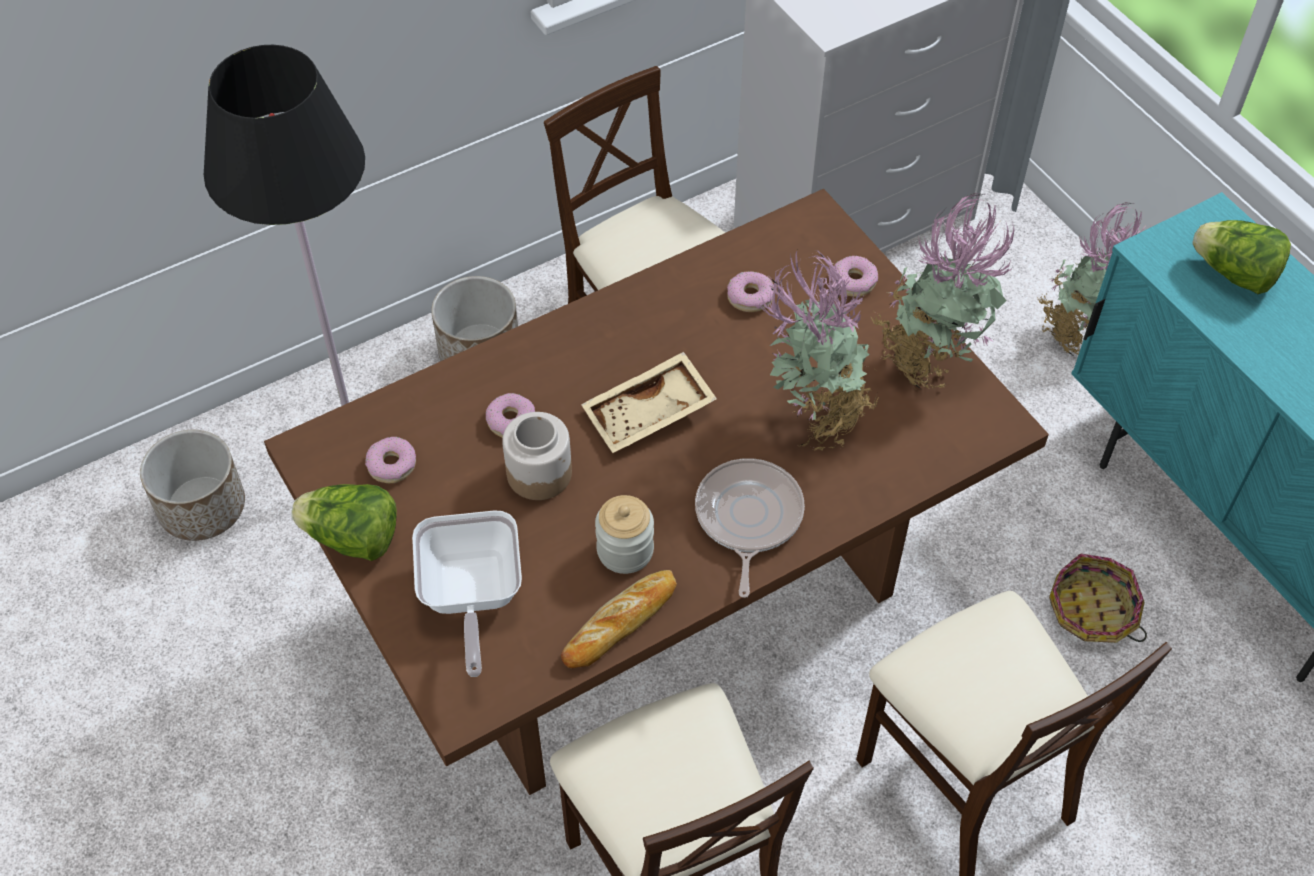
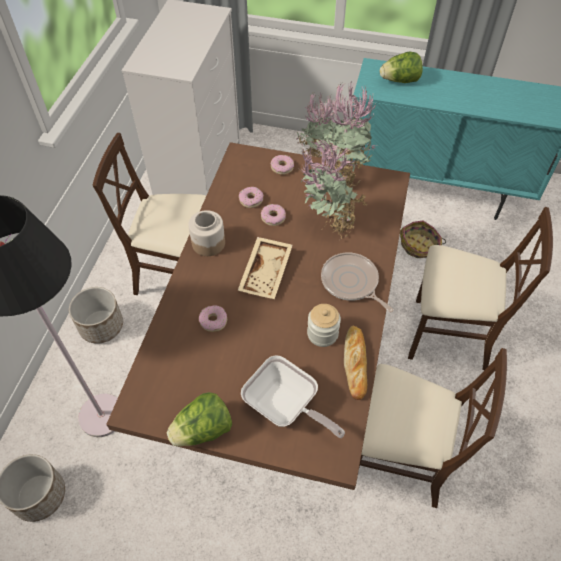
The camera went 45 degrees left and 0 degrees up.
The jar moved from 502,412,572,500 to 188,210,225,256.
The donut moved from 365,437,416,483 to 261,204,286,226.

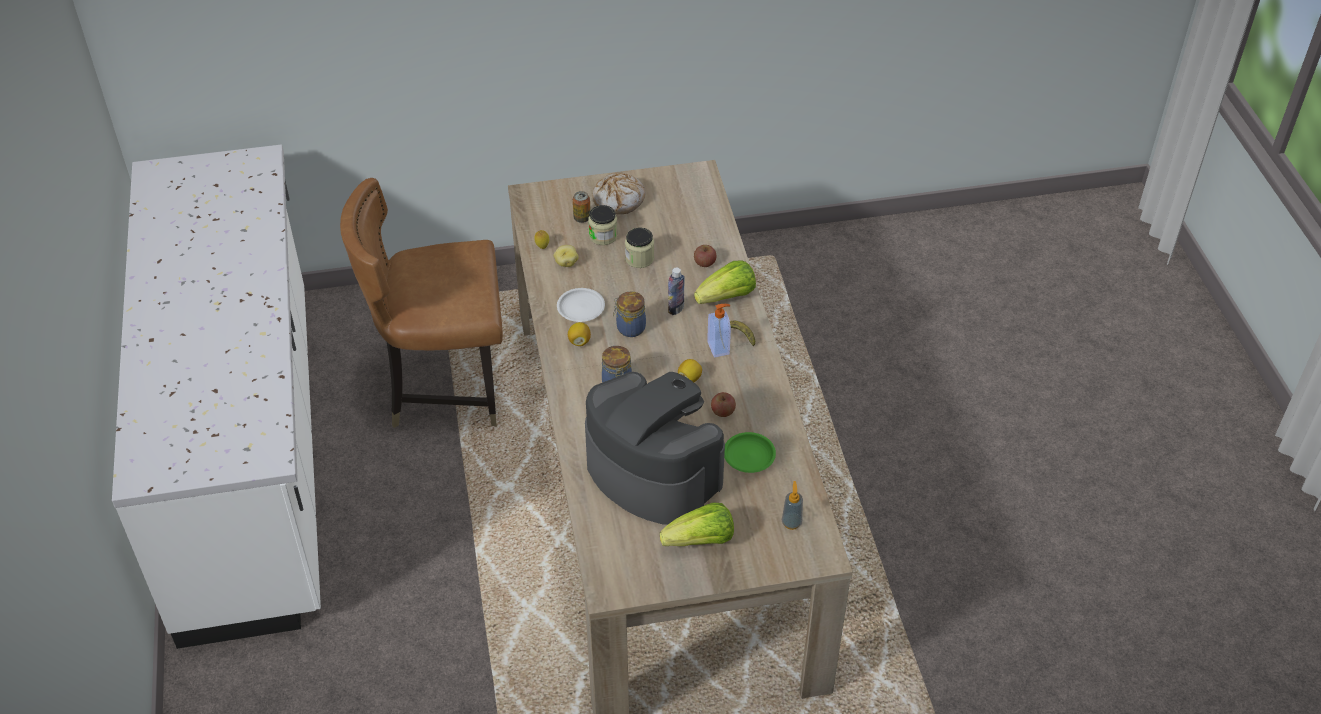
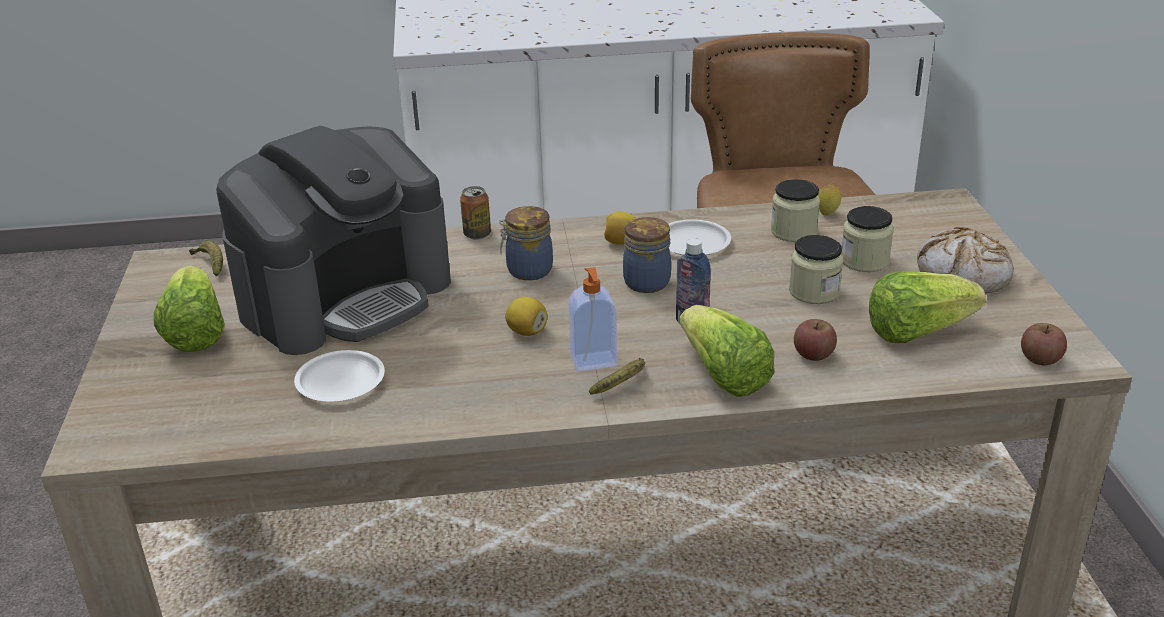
The camera went 95 degrees right and 15 degrees down.
The banana at 189,241,223,277 appeared.
The plate/green at 724,432,776,473 became the plate/white at 294,350,385,402.
The can moved from 573,191,591,223 to 460,186,491,239.
The potato at 553,245,579,267 was replaced by the jar at 771,179,820,242.
The lettuce at 869,271,986,343 appeared.
The apple moved from 711,392,736,417 to 1021,323,1067,365.
The soap dispenser at 782,481,803,530 disappeared.

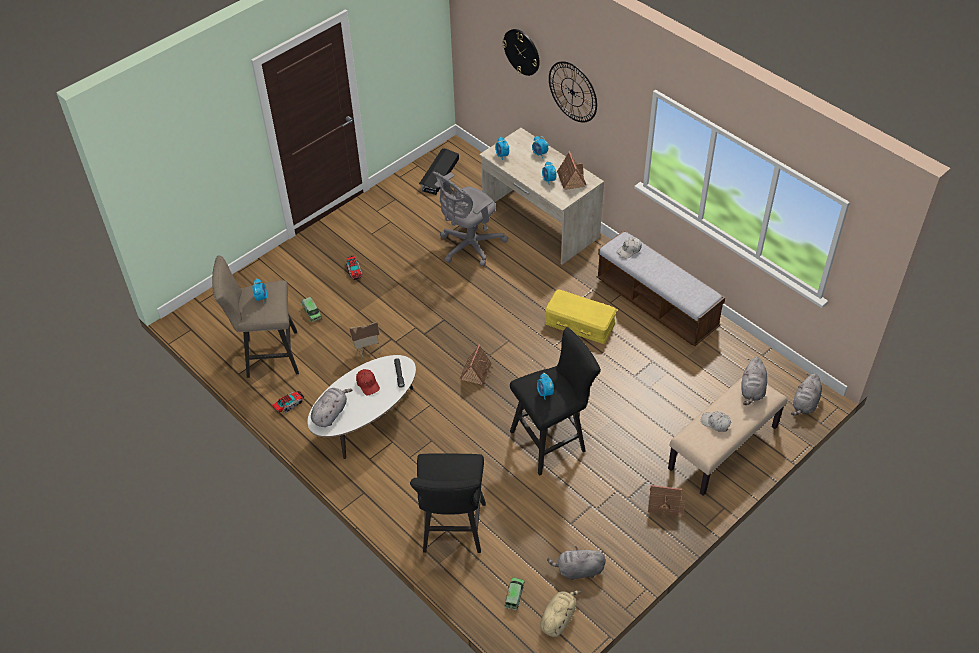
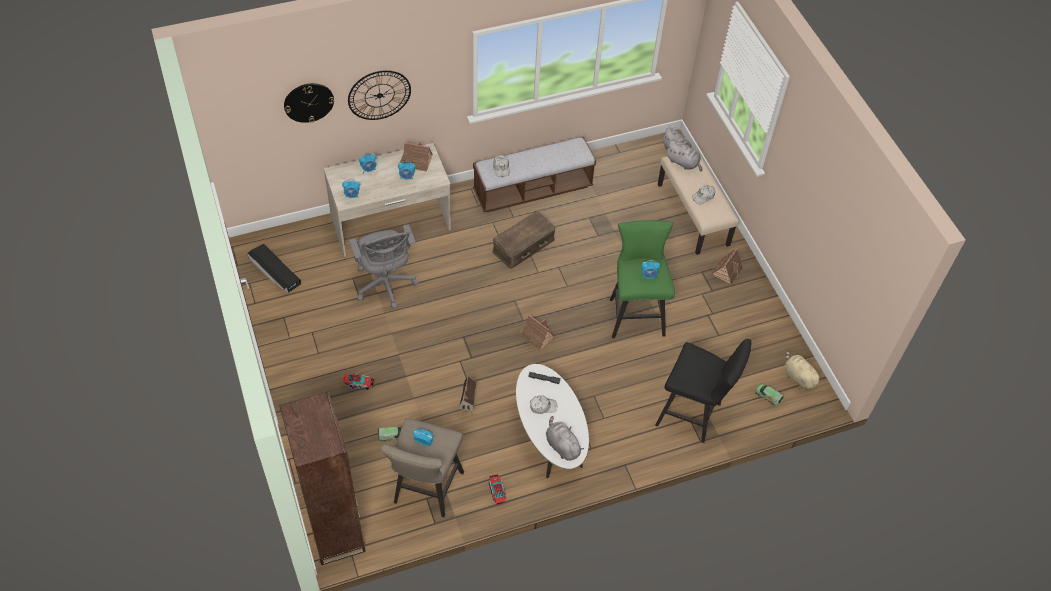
The camera went 70 degrees left and 5 degrees up.
The bookcase/brown at 279,391,366,565 appeared.
The storage box/yellow at 545,290,617,344 became the storage box/brown at 493,212,556,269.
The cap/red at 356,369,380,395 became the cap/white at 530,395,557,414.
The stool/black at 510,327,601,476 became the stool/green at 610,220,675,338.
The plush toy/grey at 547,546,606,580 disappeared.

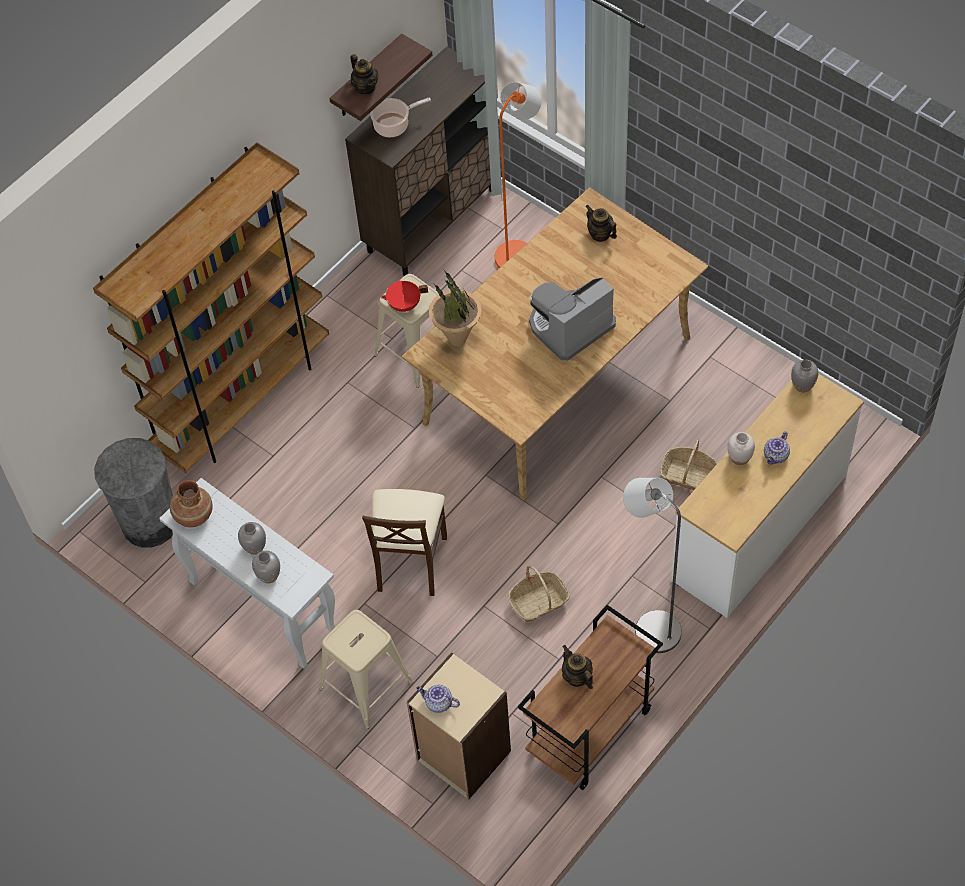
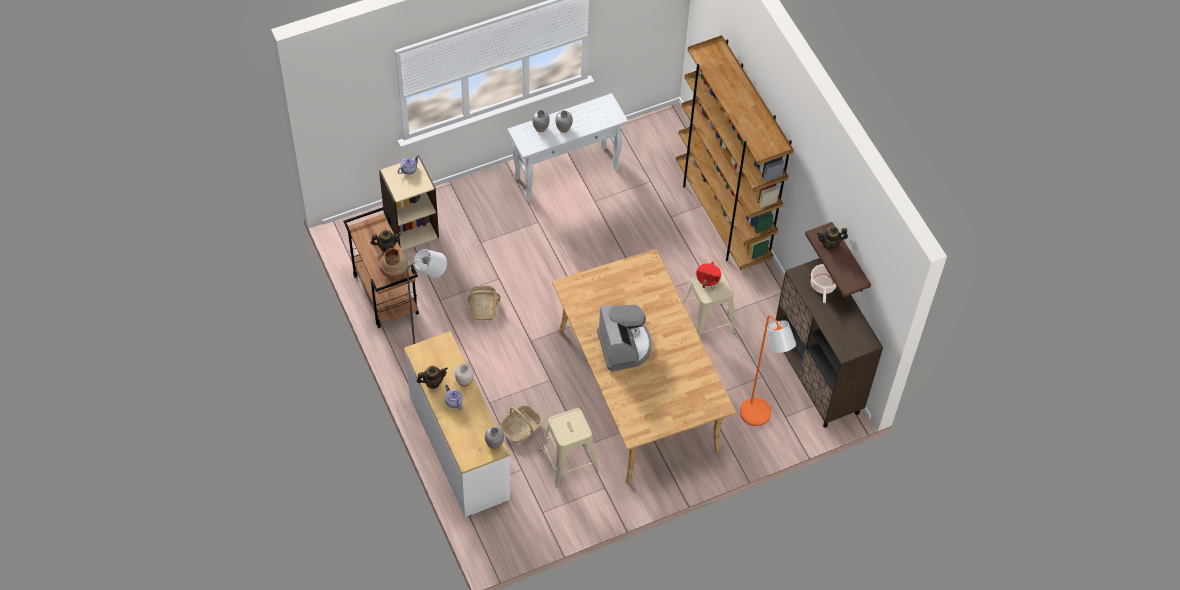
The camera went 110 degrees right and 0 degrees up.
The vase/brown moved from 170,480,213,527 to 379,248,408,279.
The teapot moved from 586,205,617,242 to 417,366,448,389.
The stool/beige moved from 319,610,413,729 to 539,408,599,487.
The trash can/grey at 94,438,173,547 disappeared.
The chair/beige at 362,489,447,596 disappeared.
The potted plant at 429,270,482,346 disappeared.

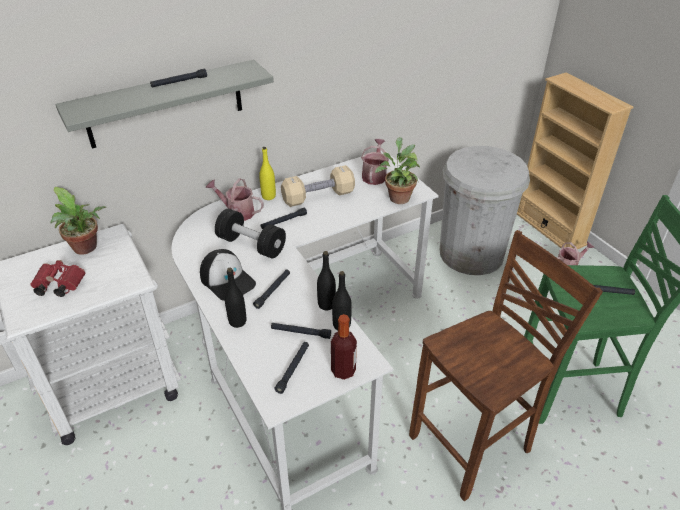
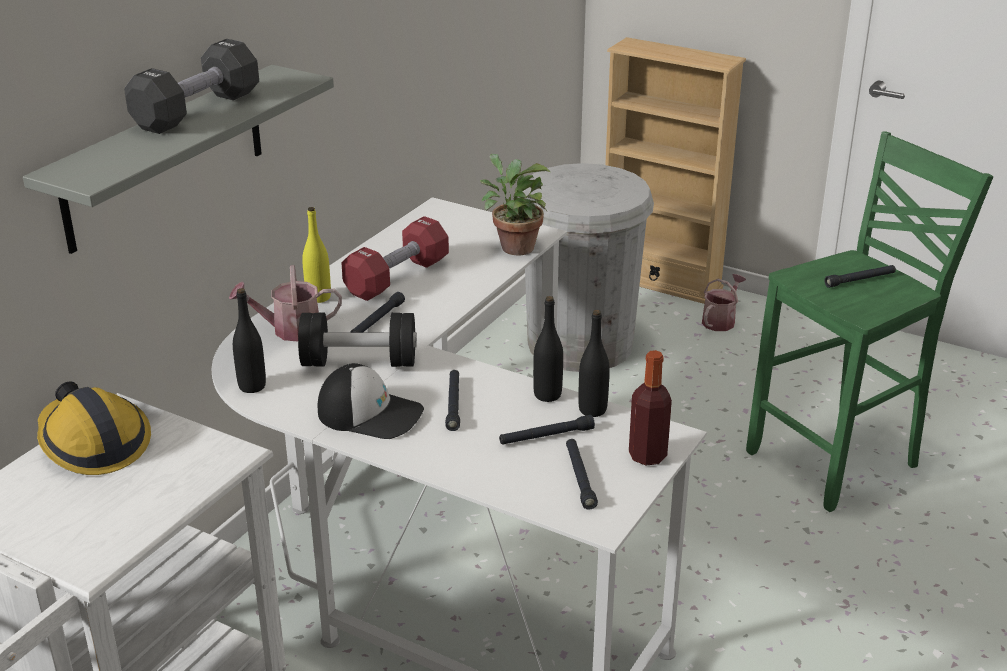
The camera went 30 degrees left and 10 degrees down.
The potted plant at 50,187,106,255 was replaced by the hard hat at 37,381,151,475.
The flashlight/black at 150,69,207,88 was replaced by the dumbbell/black at 124,39,259,134.
The bottle/black moved from 225,268,246,328 to 233,288,266,393.
The dumbbell/beige at 281,165,355,207 became the dumbbell/red at 341,216,449,301.
The binoculars/red at 30,260,85,297 disappeared.
The watering can at 361,139,389,185 disappeared.
The stool/brown at 409,230,603,501 disappeared.

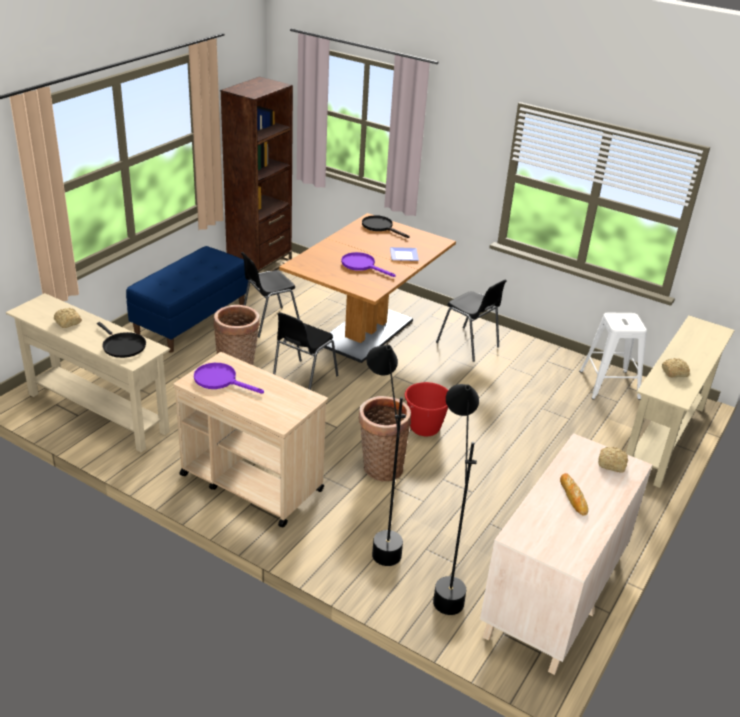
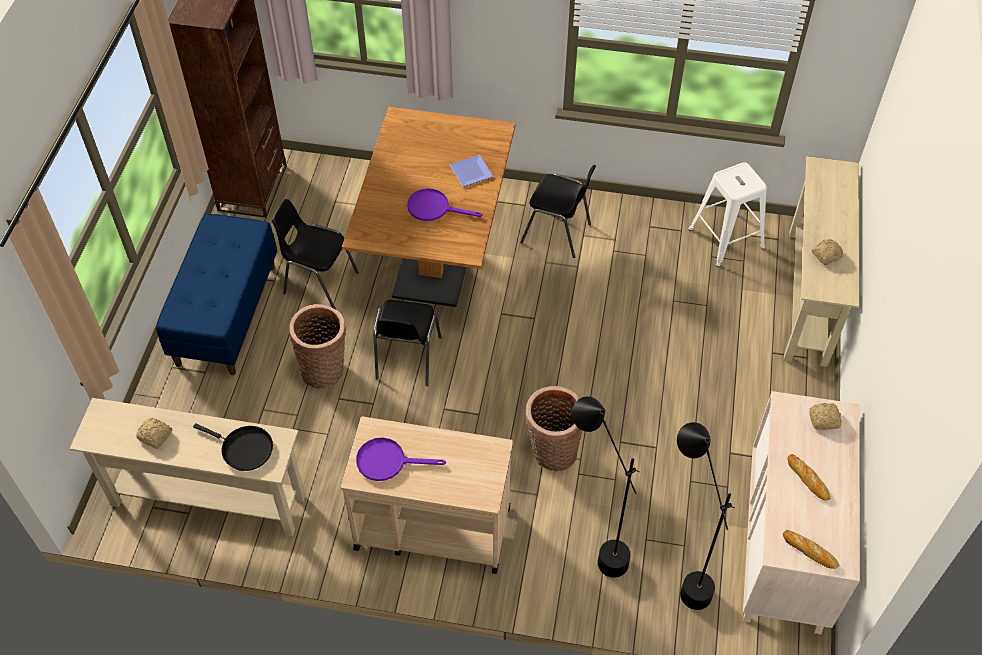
The camera went 20 degrees left and 20 degrees up.
The chair/black at 241,252,300,338 turned 75 degrees clockwise.
The bread at 783,530,839,569 appeared.
The frying pan/black at 362,215,409,238 disappeared.
The bucket/red at 405,382,448,436 disappeared.

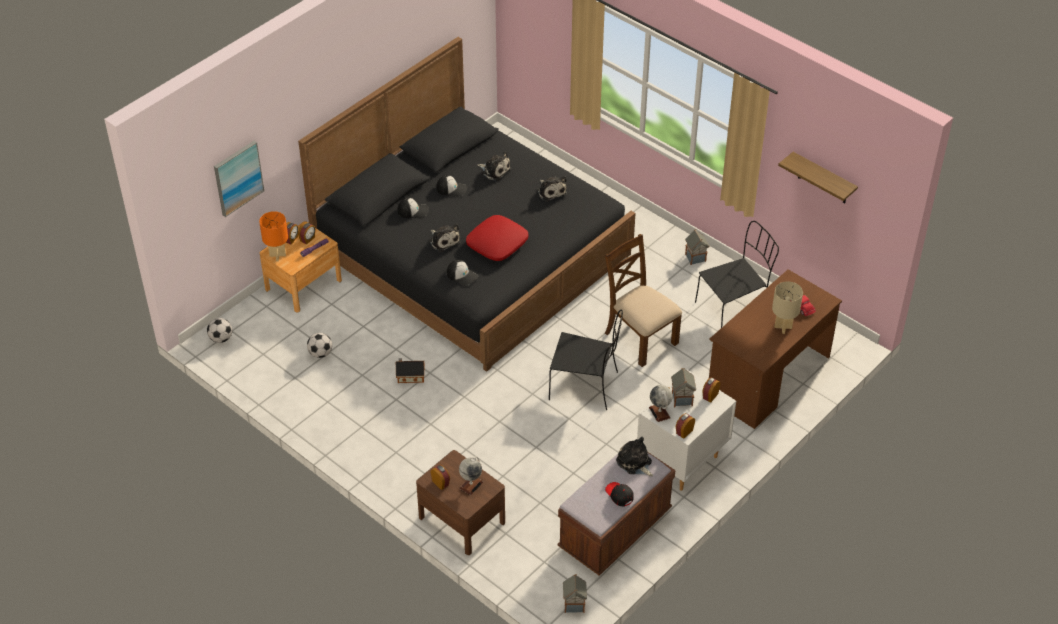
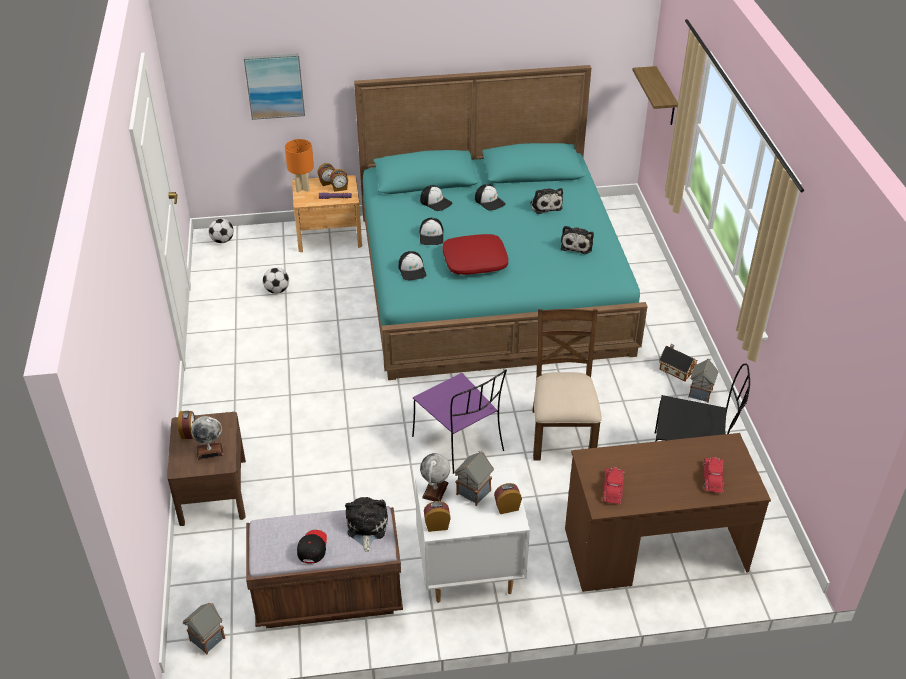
The camera went 40 degrees right and 5 degrees down.
The bed/black at 298,37,636,372 became the bed/turquoise at 354,65,648,380.
The chair/black at 549,310,623,410 became the chair/purple at 412,370,507,474.
The plush toy at 429,224,460,252 was replaced by the cap at 420,218,444,245.
The toy car/red at 603,467,624,504 appeared.
The shelf moved from 778,152,858,203 to 632,66,678,125.
The toy house moved from 396,358,424,383 to 659,344,697,381.
The table lamp/beige at 772,281,803,334 disappeared.

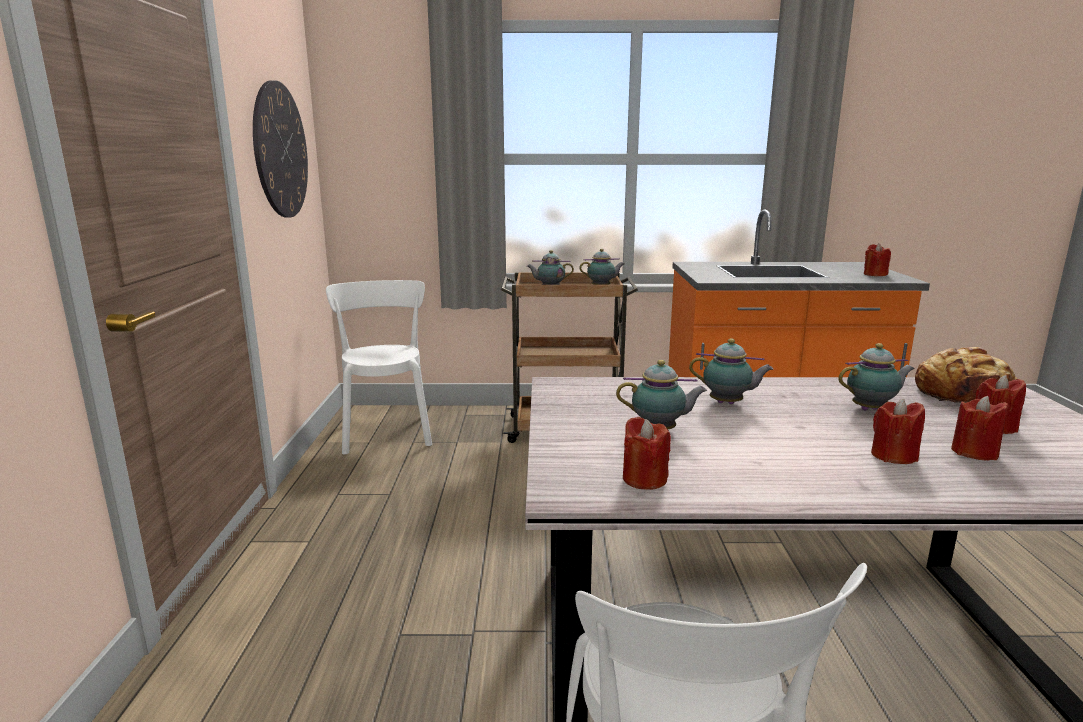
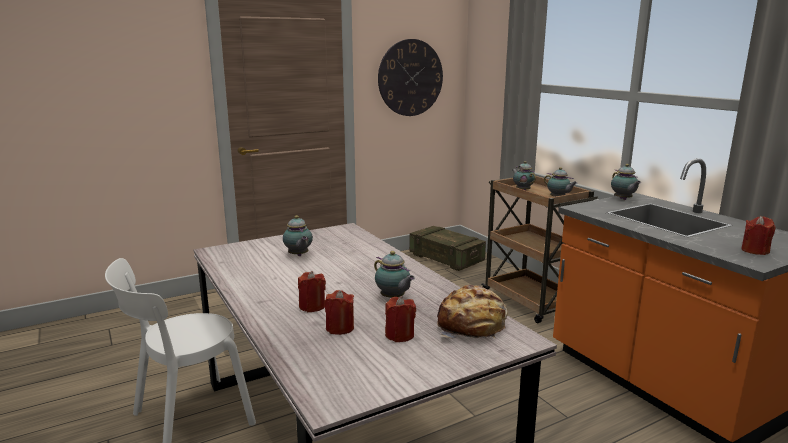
The camera went 60 degrees right and 0 degrees up.
The chair/white at 326,280,432,455 was replaced by the crate at 409,226,486,271.
The teapot moved from 689,338,773,404 to 611,164,641,200.
The candle/red at 623,417,671,490 disappeared.

